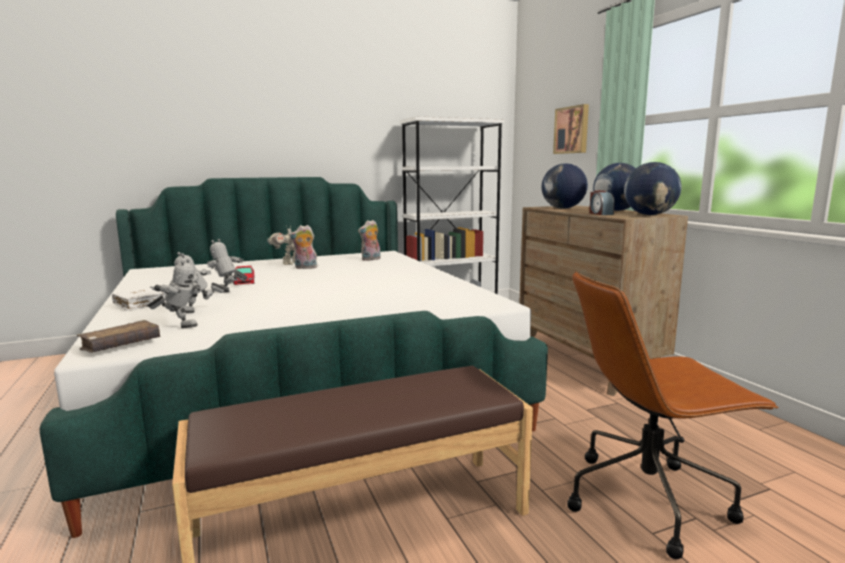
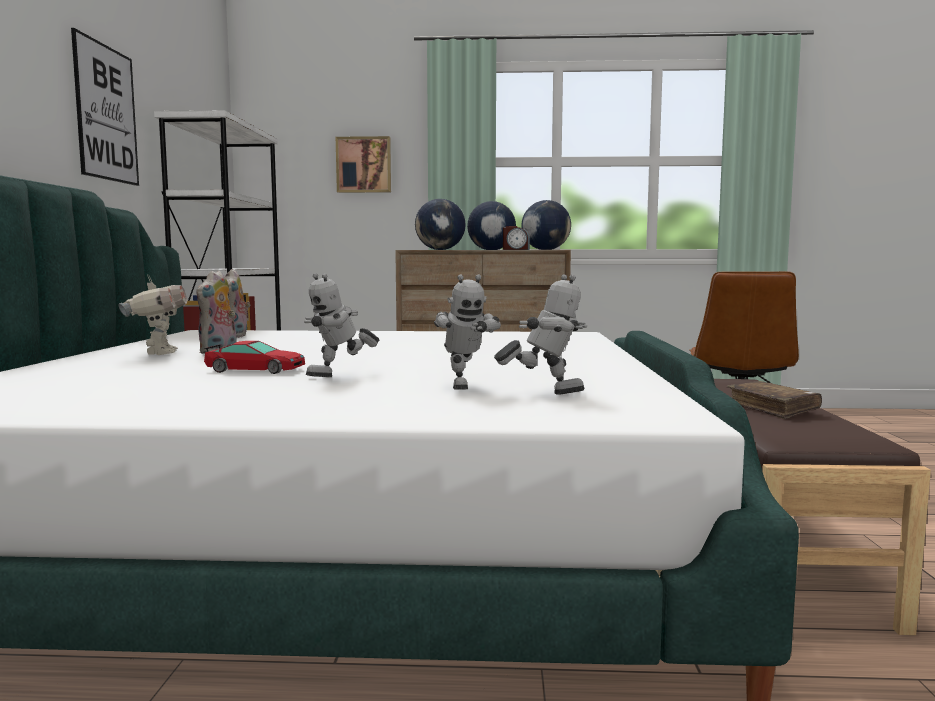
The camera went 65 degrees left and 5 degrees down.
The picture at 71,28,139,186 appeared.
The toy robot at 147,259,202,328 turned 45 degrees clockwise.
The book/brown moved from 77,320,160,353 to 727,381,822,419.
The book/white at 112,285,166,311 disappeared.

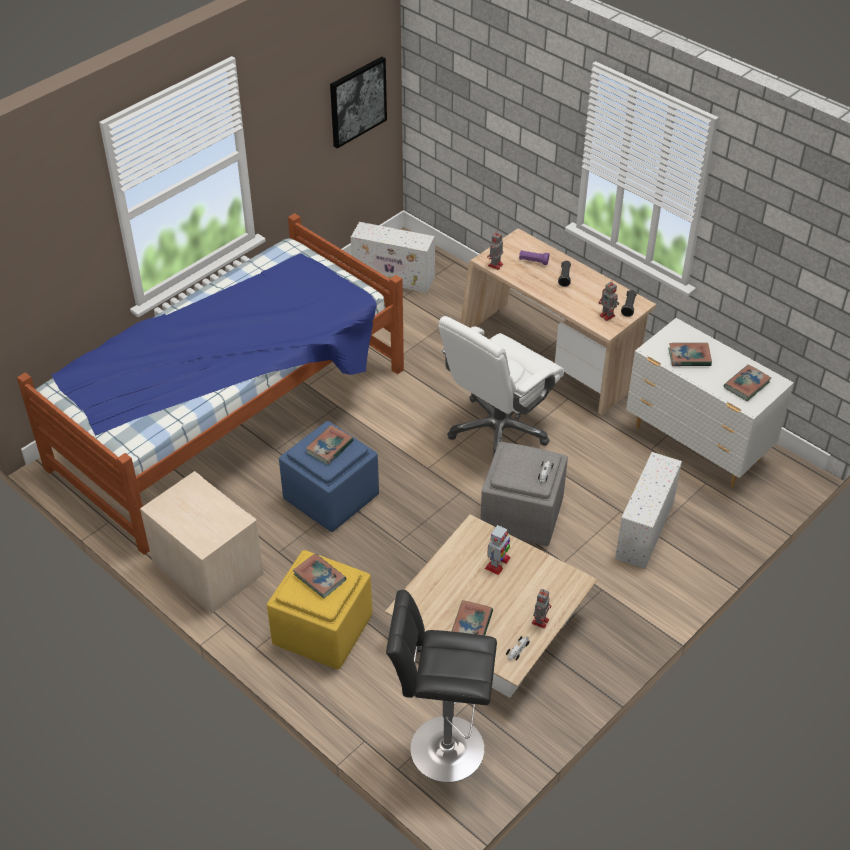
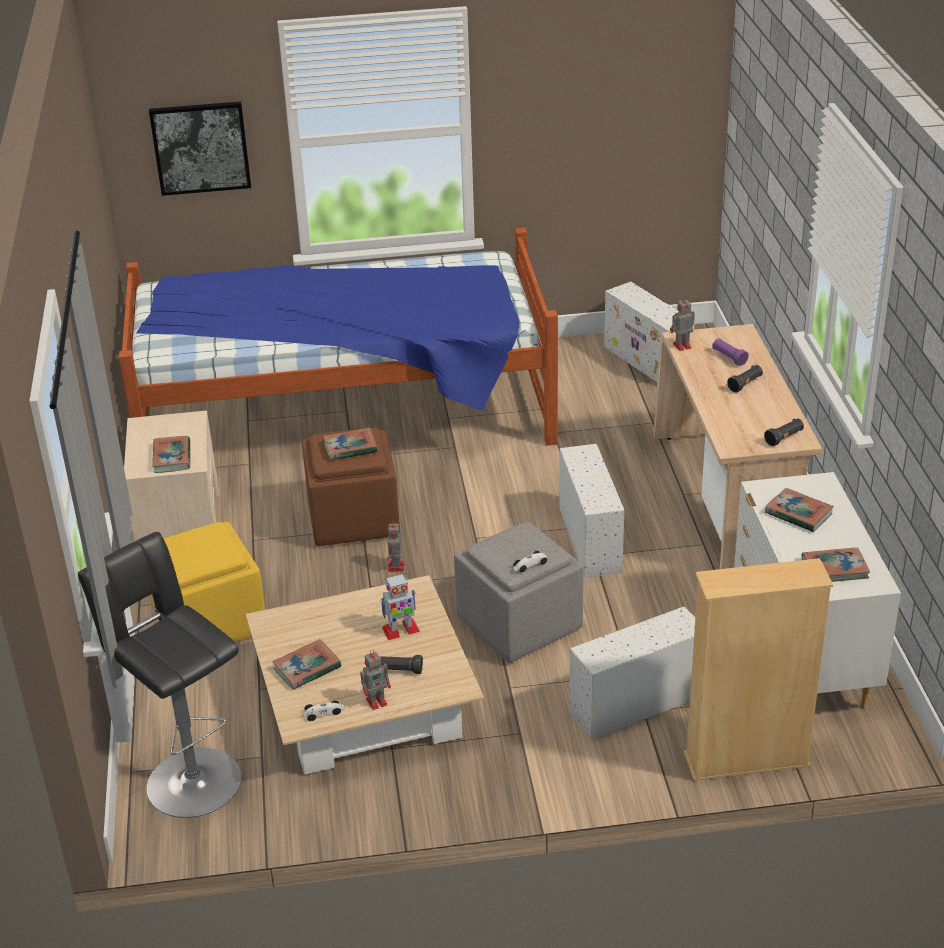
The camera went 40 degrees right and 10 degrees down.
The picture moved from 330,57,387,149 to 149,101,251,196.
The book moved from 293,553,346,598 to 152,436,190,473.
The ottoman/blue at 279,421,379,532 became the ottoman/brown at 302,428,400,546.
The flashlight/black at 380,655,423,674 appeared.
The toy robot moved from 599,280,619,321 to 387,524,405,572.
The office chair/white at 439,316,564,457 was replaced by the storage box/white at 559,444,624,578.
The bookcase/beige at 684,558,833,781 appeared.

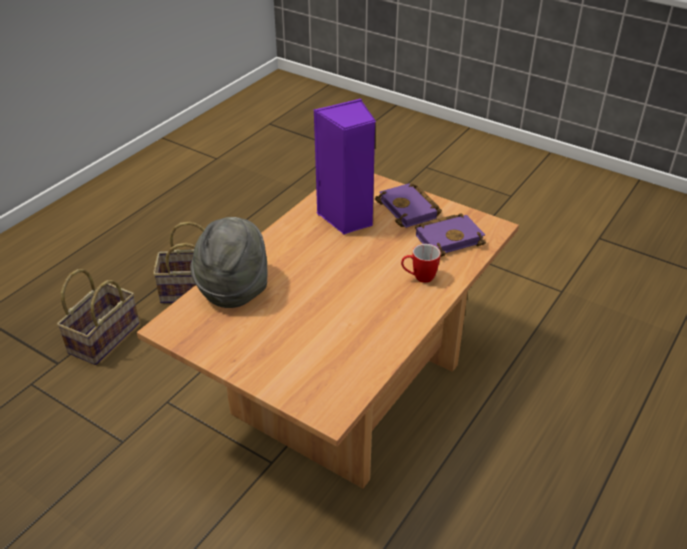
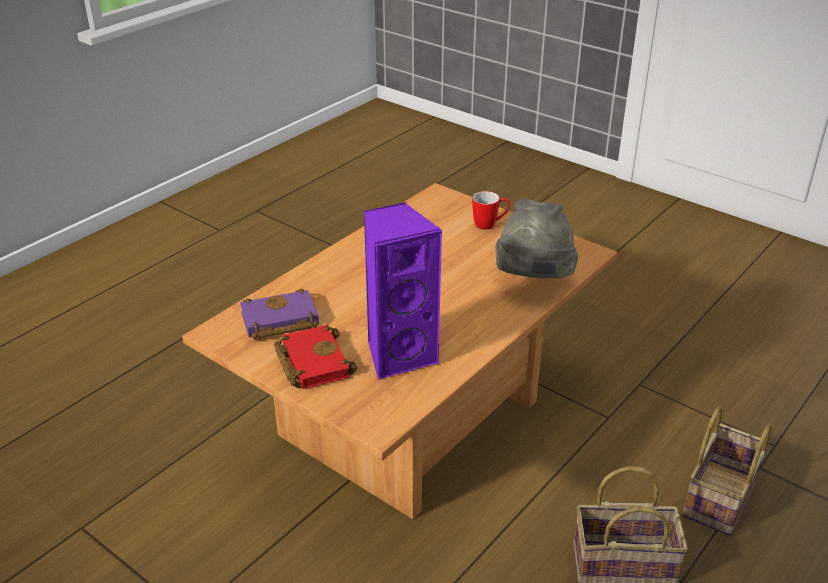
The camera went 175 degrees left and 5 degrees down.
The book/purple at 375,183,442,228 became the book/red at 274,325,357,389.
The mug moved from 401,244,441,283 to 472,191,510,230.

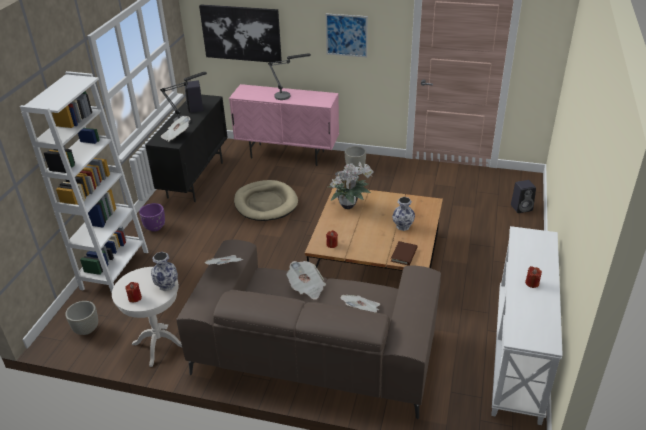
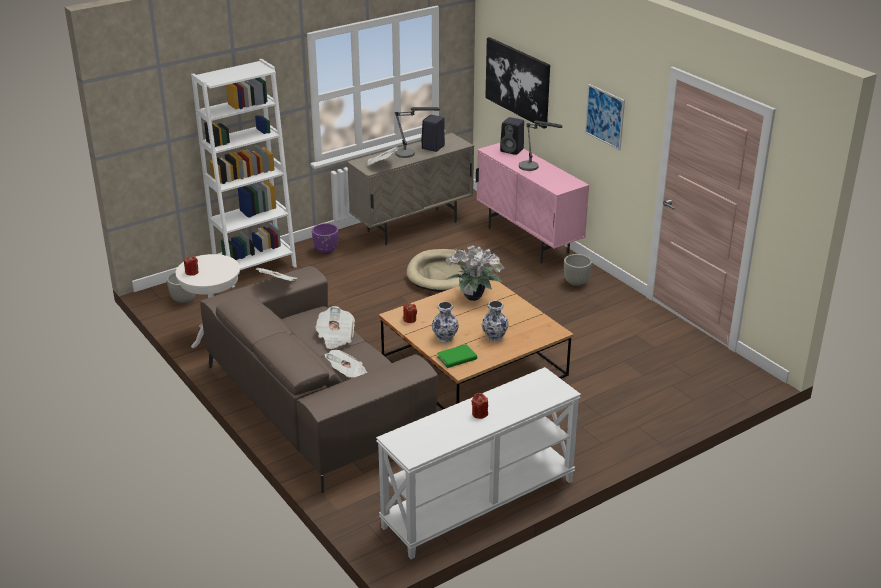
The camera went 40 degrees right and 5 degrees down.
The cabinet/black at 145,95,228,202 became the cabinet/beige at 347,133,474,245.
The vase moved from 151,252,178,291 to 431,302,459,343.
The book/brown at 391,241,417,266 became the book/green at 437,344,477,368.
The speaker/black moved from 511,180,536,213 to 500,117,524,155.

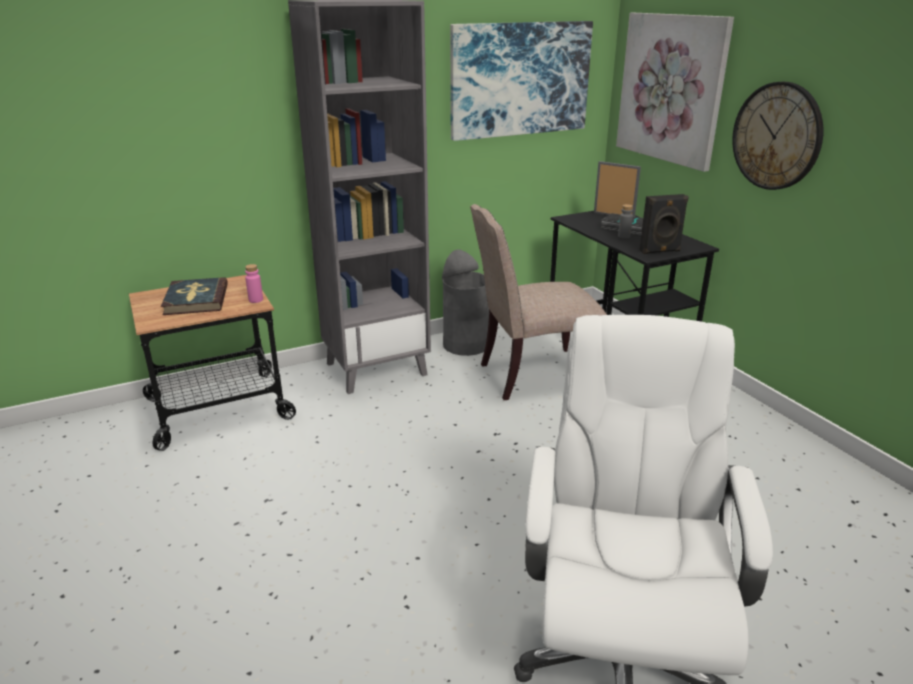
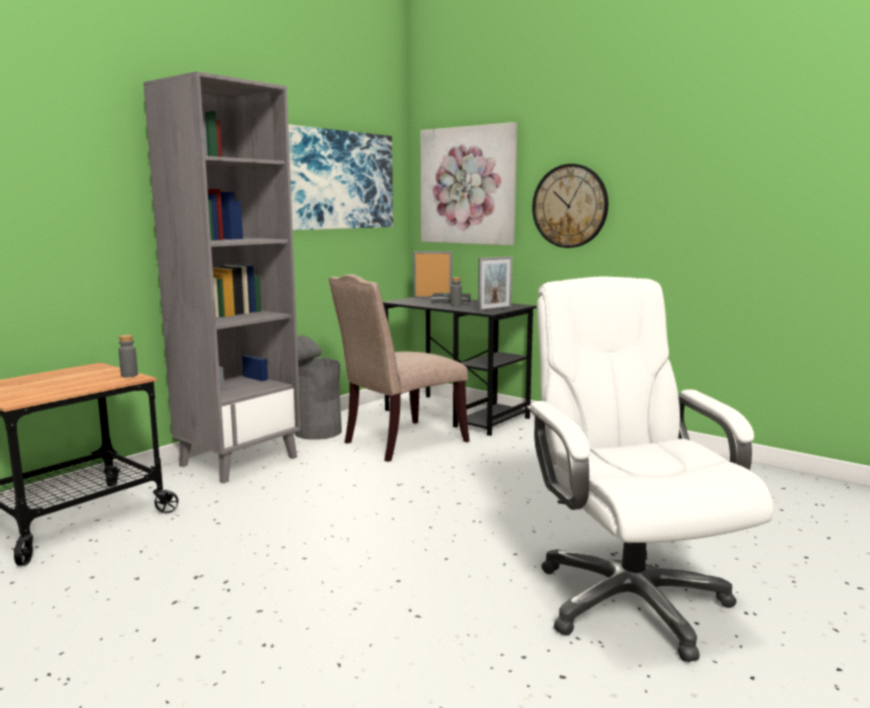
The camera went 25 degrees left and 15 degrees down.
The bottle/pink at 245,264,263,303 became the bottle/grey at 118,335,138,377.
The speaker/black at 639,194,689,254 was replaced by the picture frame at 478,256,513,312.
The book at 161,277,228,315 disappeared.

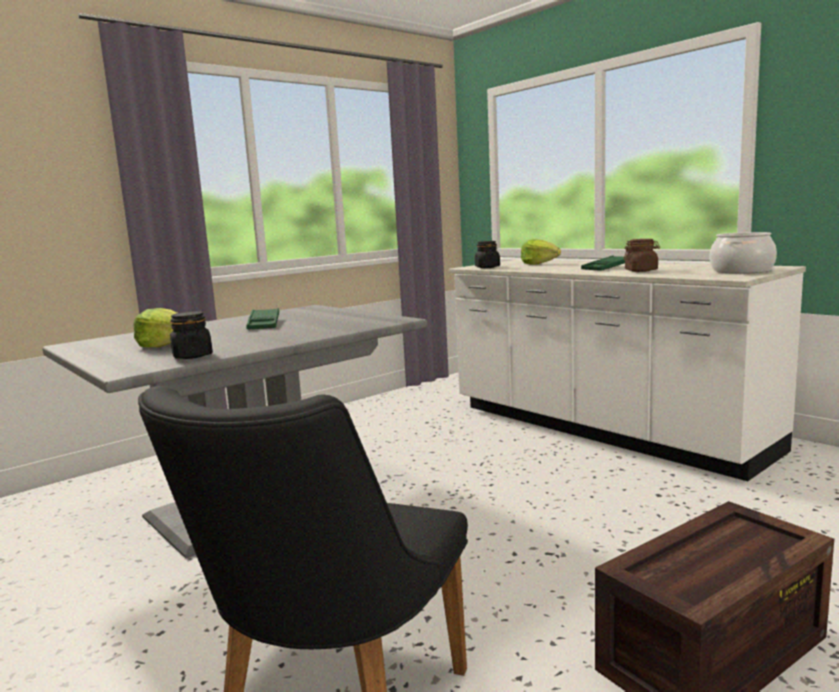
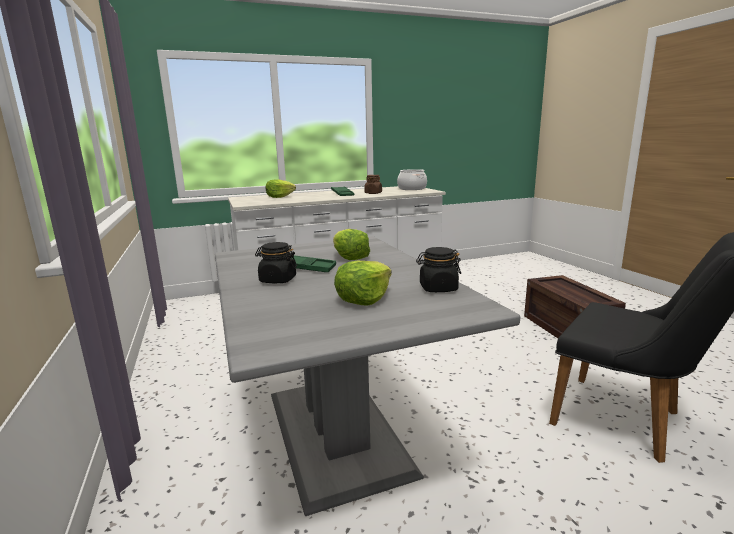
The camera went 70 degrees left and 5 degrees up.
The jar/black moved from 475,241,500,268 to 255,242,297,283.
The lettuce at 333,229,370,260 appeared.

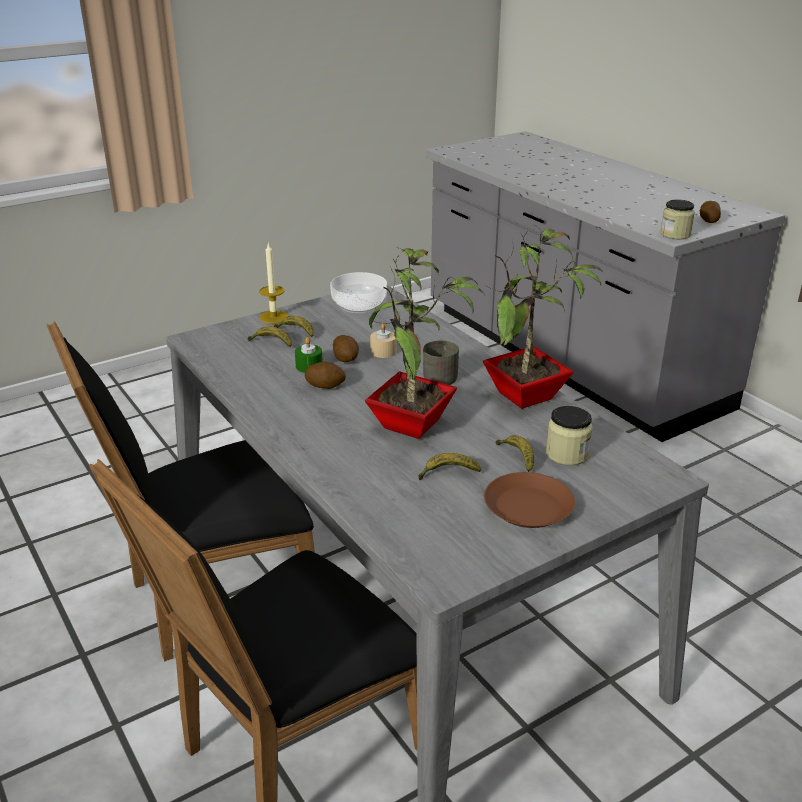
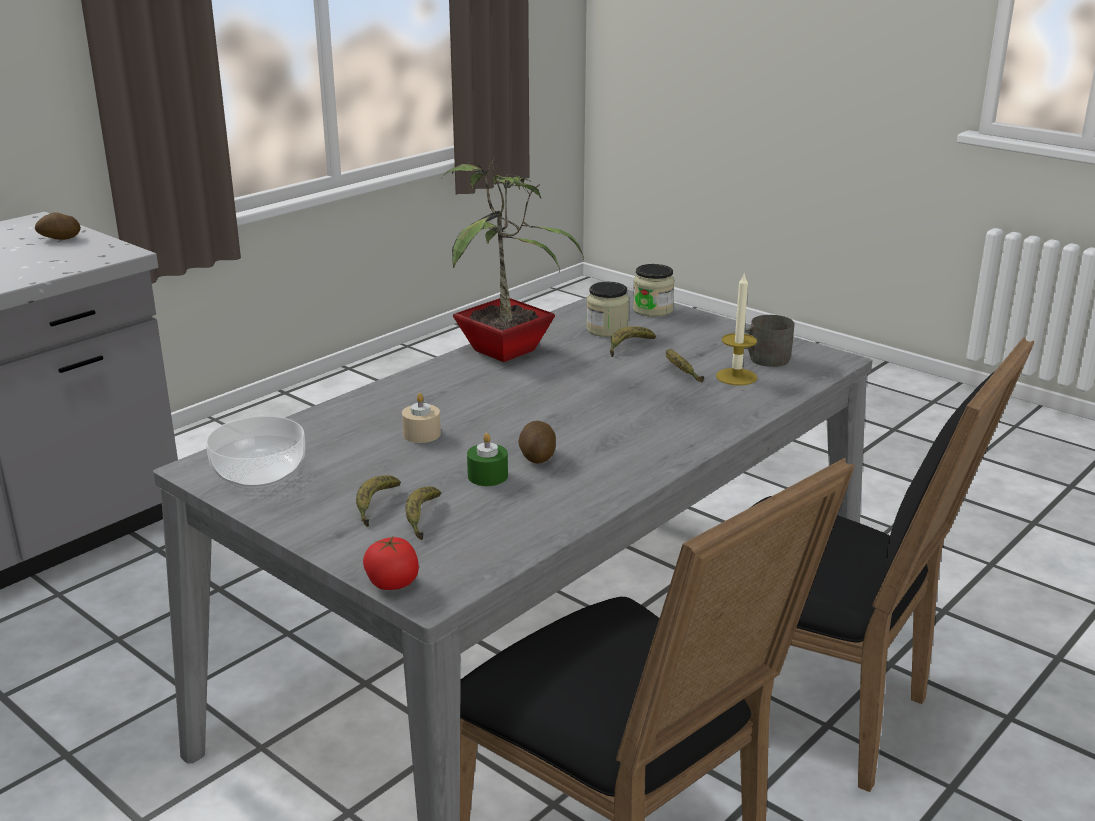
The camera went 105 degrees left and 5 degrees down.
The tomato at 363,535,419,590 appeared.
The jar moved from 660,200,695,239 to 633,264,674,317.
The candle moved from 259,244,289,323 to 716,272,757,386.
The mug/grey moved from 423,341,459,385 to 744,315,794,367.
The potato at 333,335,359,362 disappeared.
The potted plant at 365,247,485,439 disappeared.
The plate/brown at 484,472,575,528 disappeared.

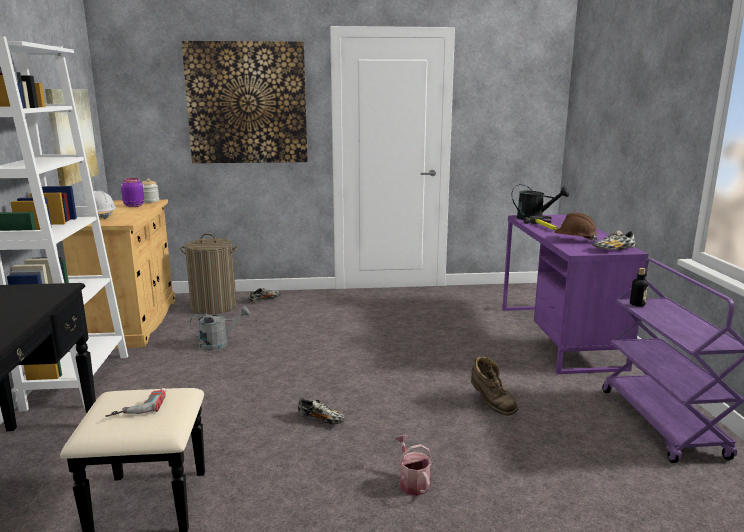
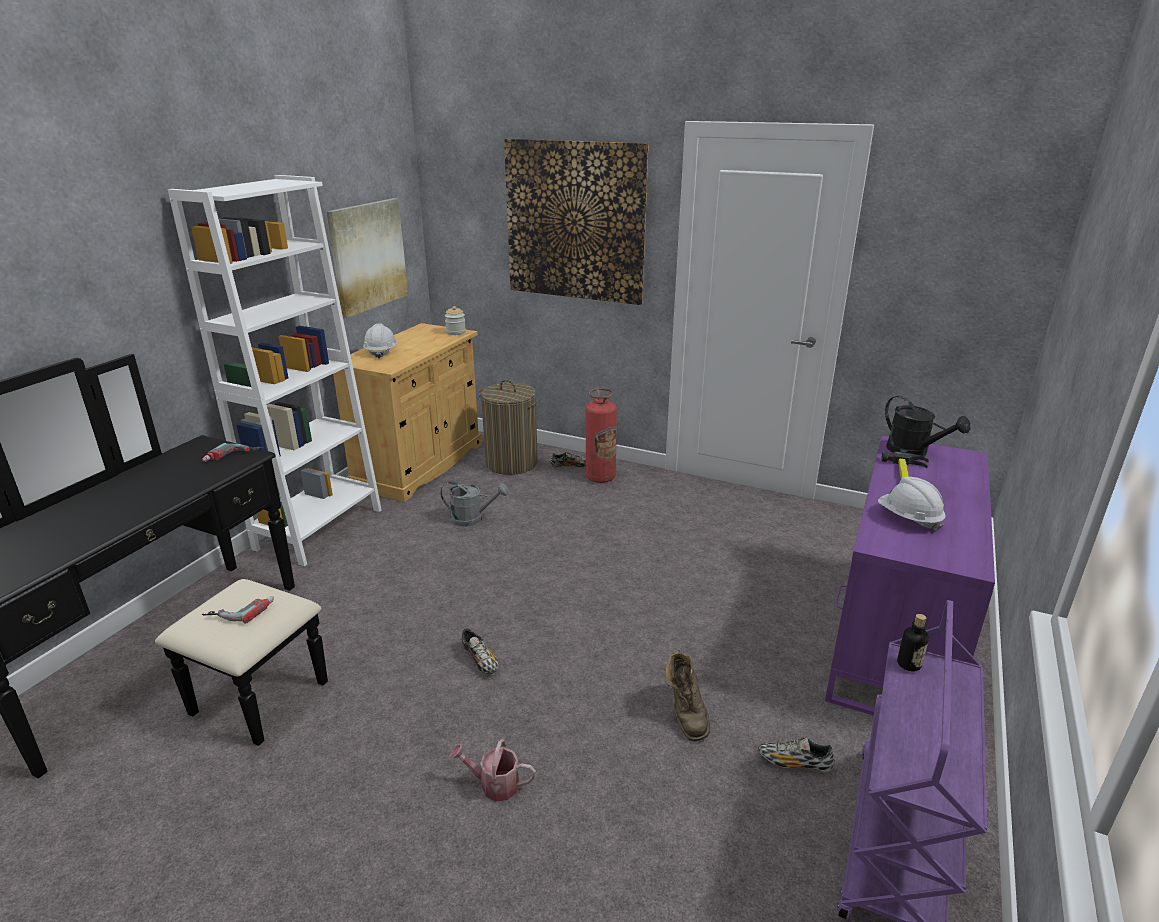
The camera went 30 degrees right and 10 degrees up.
The power drill at 202,443,264,461 appeared.
The watering can at 395,435,432,496 turned 90 degrees counterclockwise.
The fire extinguisher at 585,388,617,483 appeared.
The shoe moved from 593,230,635,250 to 758,738,835,772.
The hard hat/brown at 554,213,598,242 became the hard hat/white at 878,477,946,531.
The jar/purple at 121,178,144,207 disappeared.

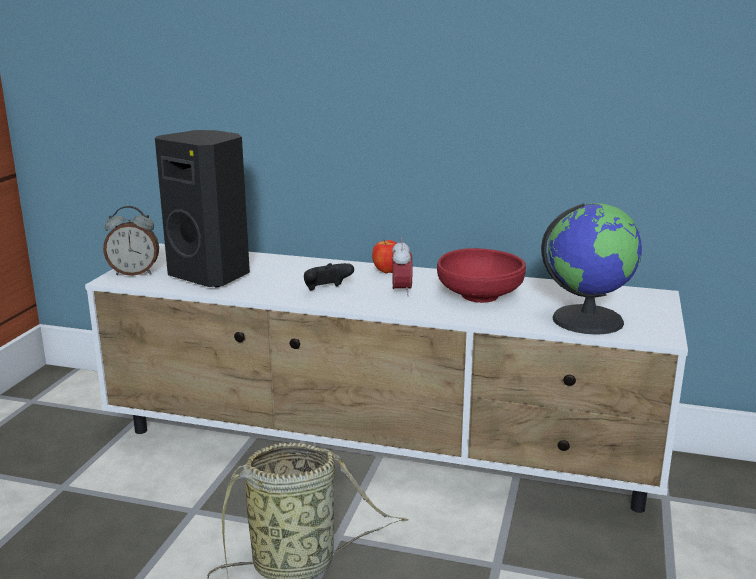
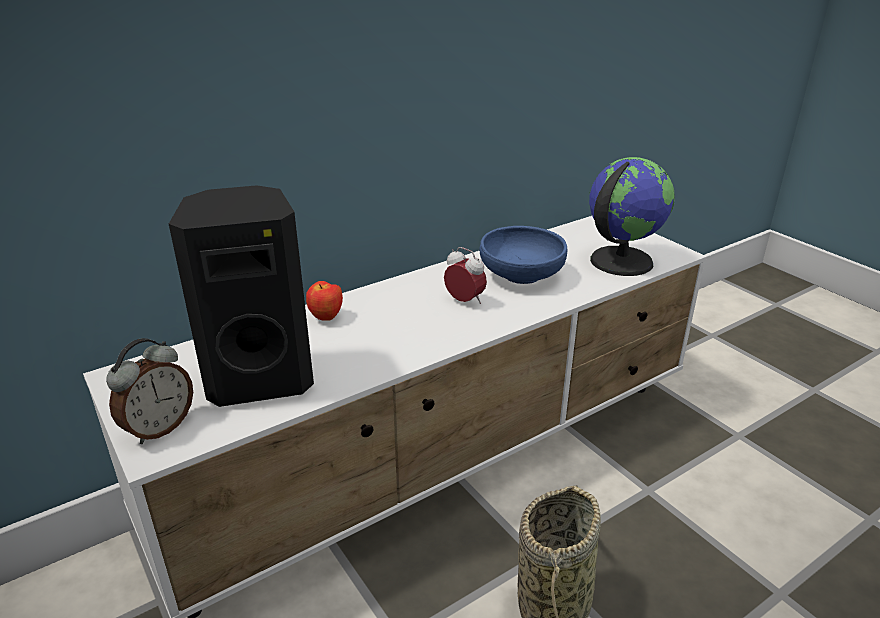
The camera went 50 degrees left and 10 degrees up.
The apple moved from 372,240,397,273 to 306,281,343,320.
The bowl/red at 437,248,526,303 became the bowl/blue at 479,226,567,284.
The game controller/black at 304,263,354,291 disappeared.

